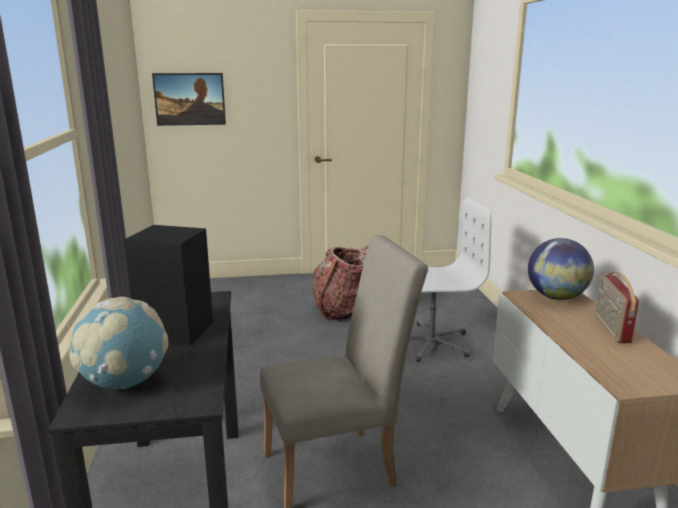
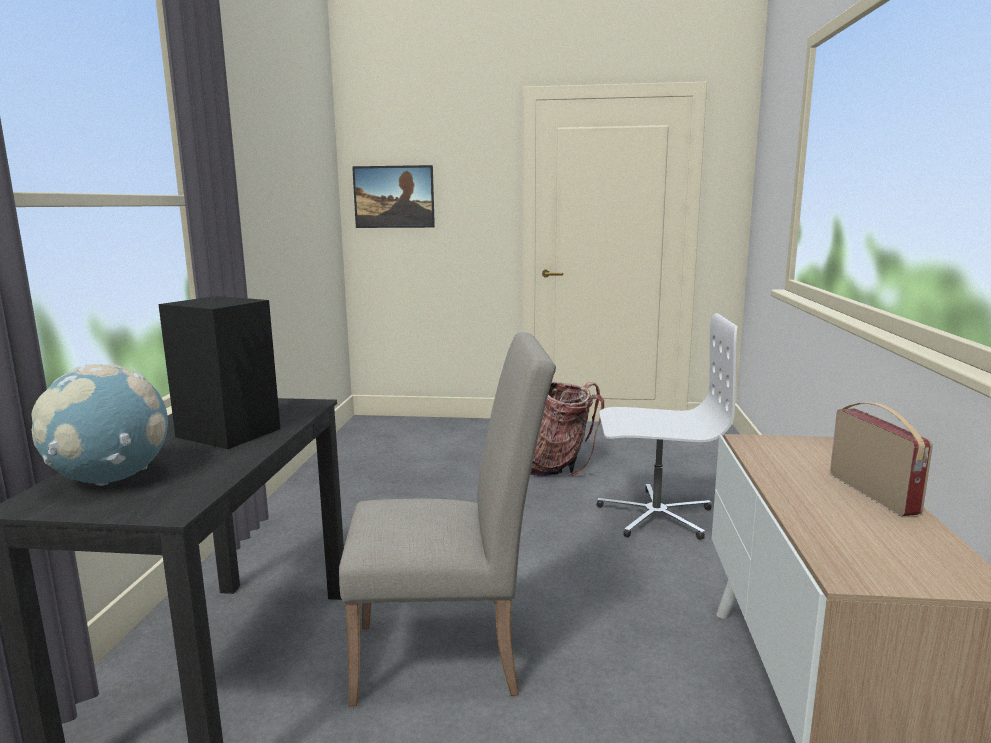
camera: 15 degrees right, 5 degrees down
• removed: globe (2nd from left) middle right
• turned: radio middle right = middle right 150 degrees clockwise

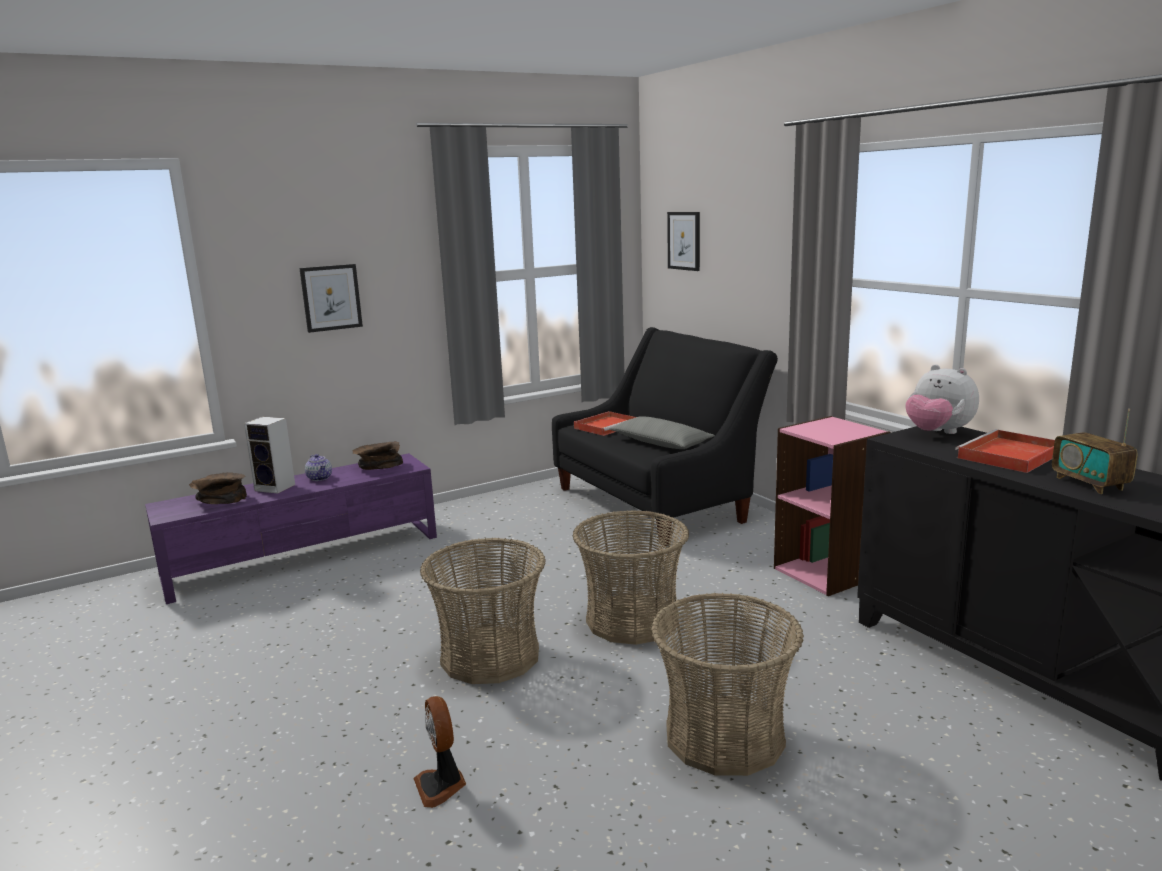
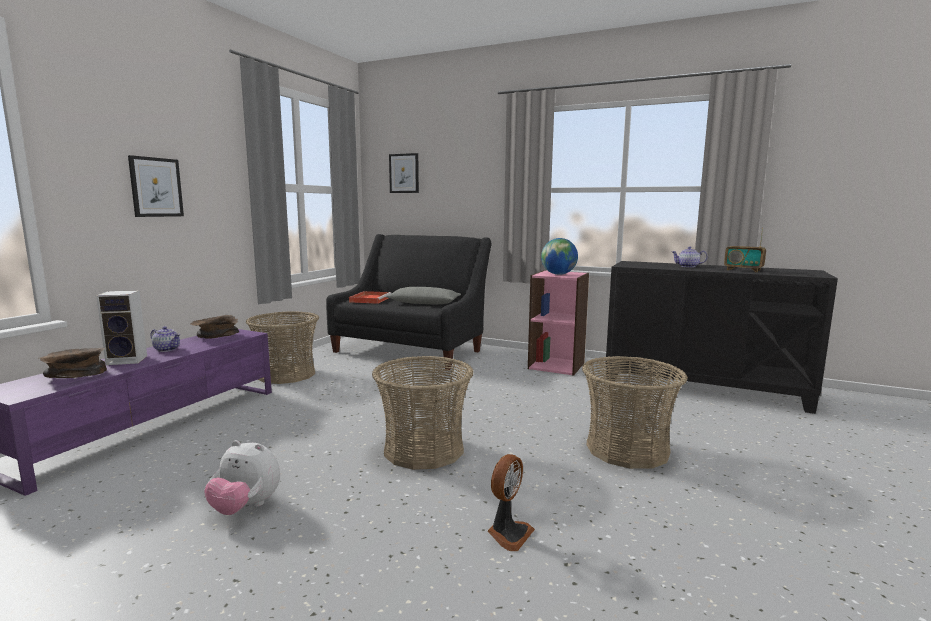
camera: 35 degrees left, 5 degrees down
• turned: fan bottom centre = bottom centre 90 degrees counterclockwise
• moved: basket (2nd from left in the first image) centre to basket (1st from left) middle left
• moved: plush toy middle right to bottom left
• replaced: red tray (2nd from left) middle right to teapot (2nd from left) middle right
• added: globe centre

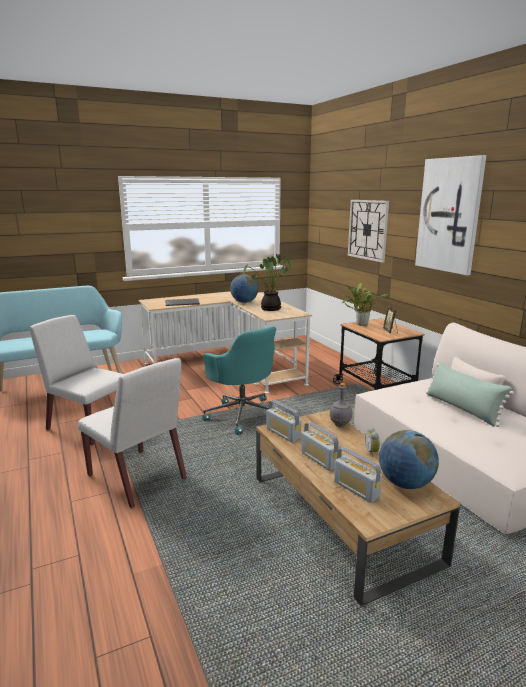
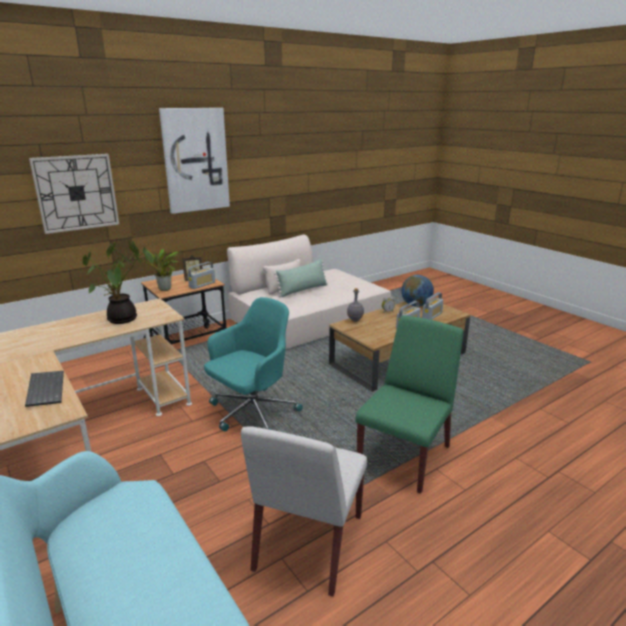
camera: 100 degrees left, 5 degrees up
• recoloured: white chair (2nd from left) middle left to green chair centre
• removed: globe (1st from left) centre
• moved: radio (1st from left) centre to middle left

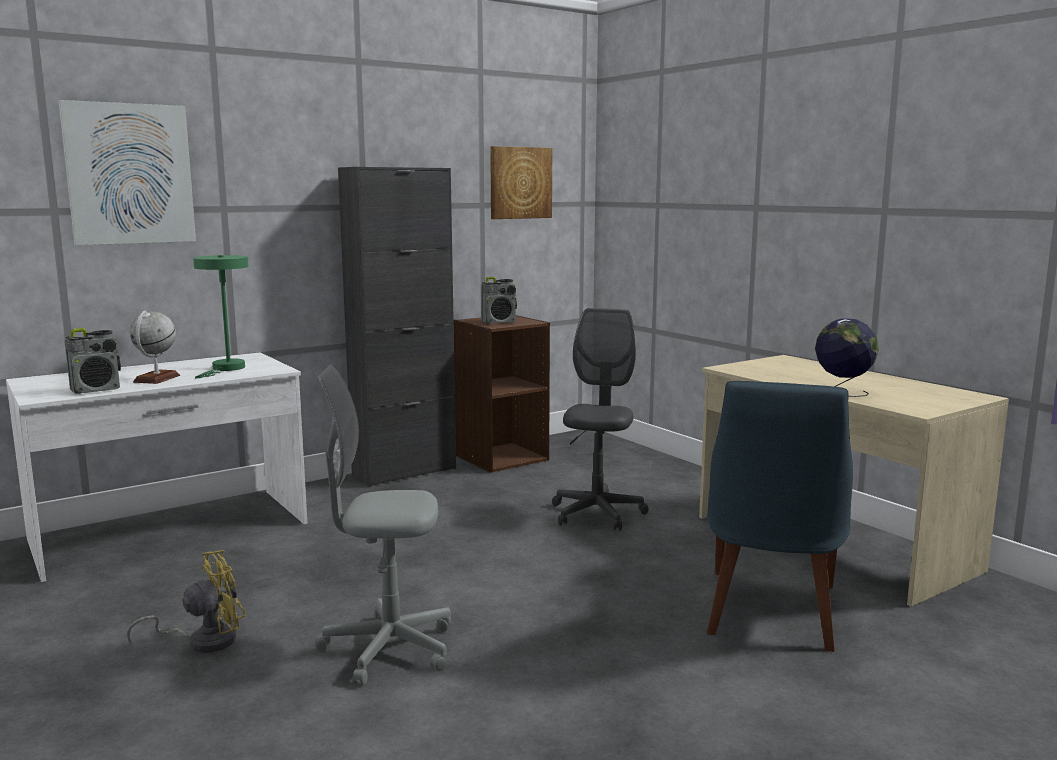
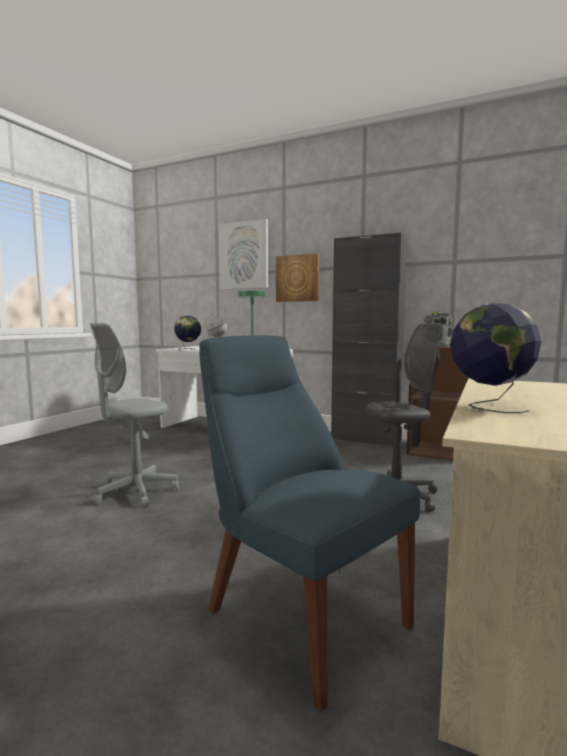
camera: 60 degrees right, 5 degrees down
• replaced: radio (1st from left) middle left to globe (1st from left) middle left
• removed: yellow fan bottom left
• turned: grey office chair (1st from left) bottom centre = middle left 105 degrees counterclockwise
• moved: picture (2nd from left) top centre to centre
• turned: blue chair bottom right = bottom centre 60 degrees clockwise

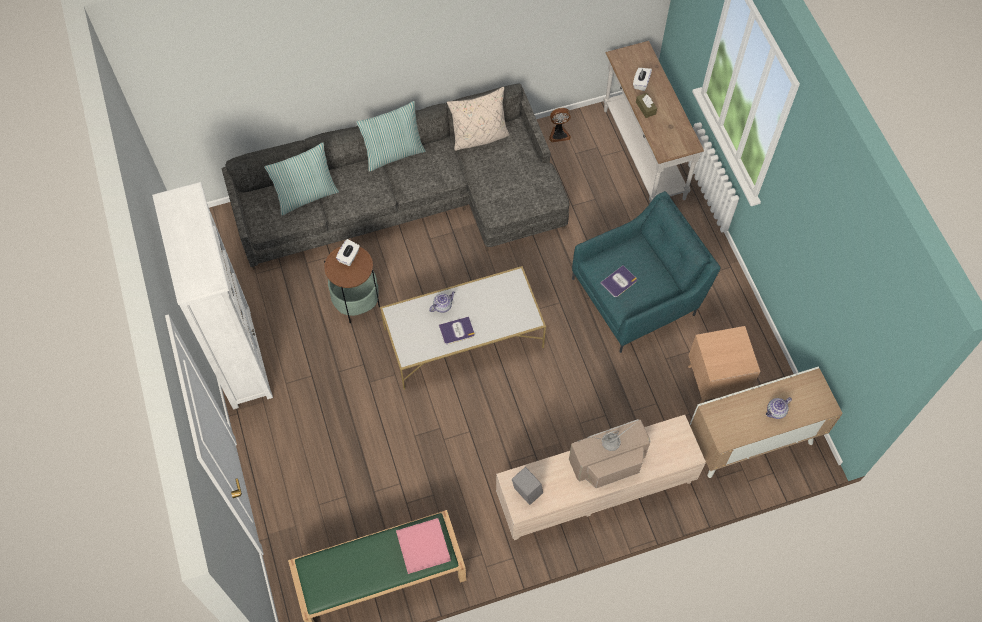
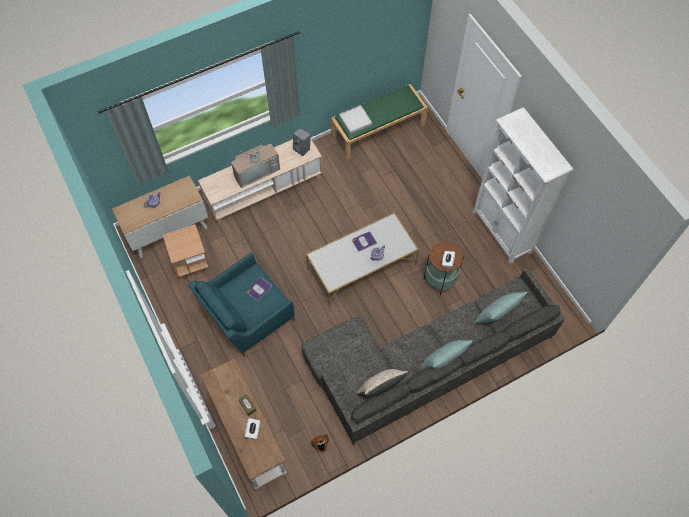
camera: 170 degrees right, 0 degrees up
• recoloured: pink tray bottom centre to white tray top centre

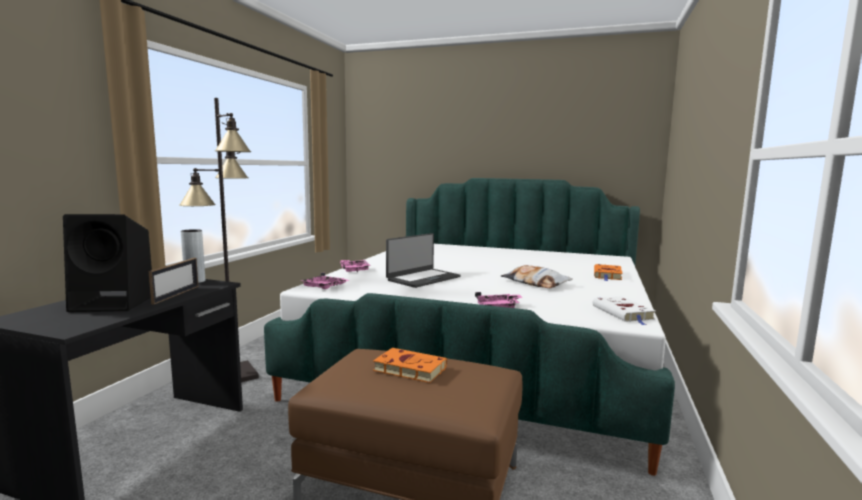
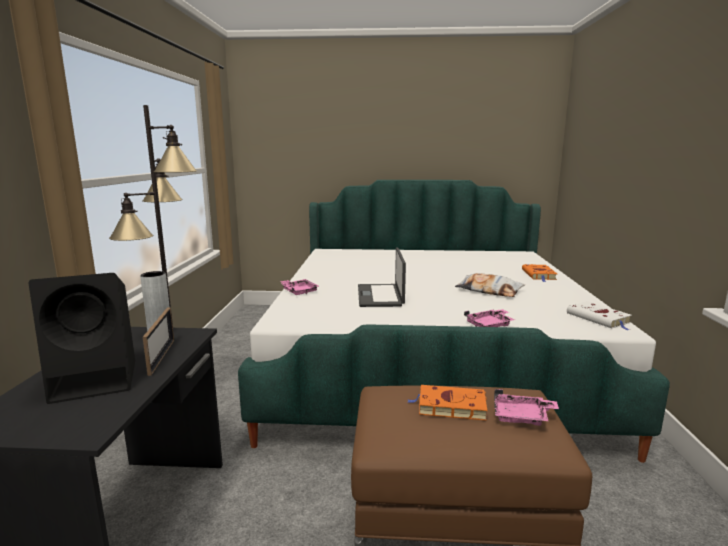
camera: 15 degrees left, 5 degrees up
• moved: pink tray (1st from left in the first image) centre to pink tray (3rd from left) bottom right
• turned: laptop centre = centre 150 degrees clockwise

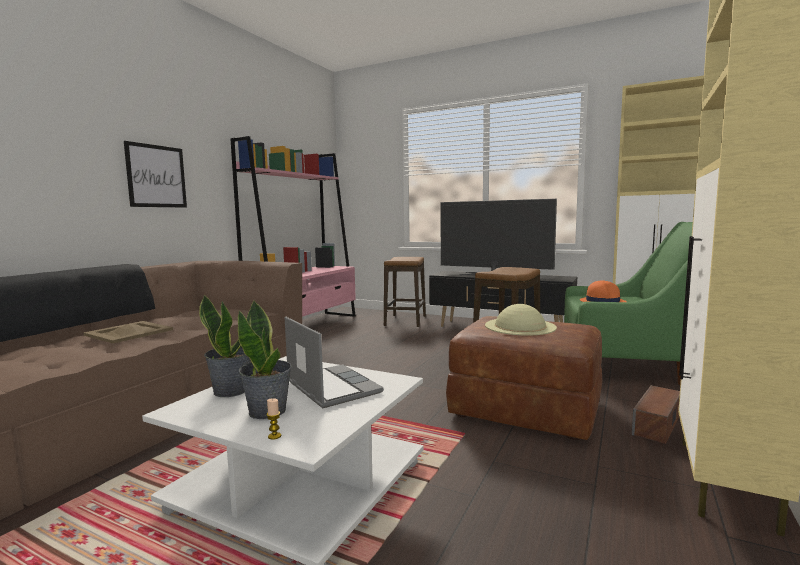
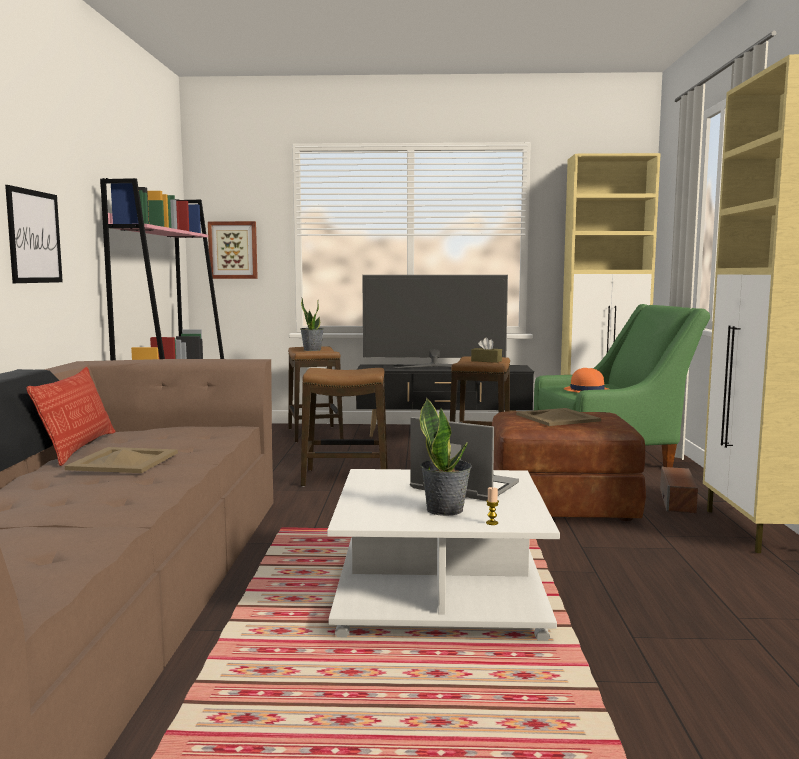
camera: 25 degrees left, 0 degrees up
• moved: potted plant (1st from left) middle left to centre
• replaced: beige hat centre to beige tray (2nd from left) middle right
• added: pillow middle left
• added: picture (2nd from left) top left
• added: stool (2nd from left) centre
• added: brown tissue box centre

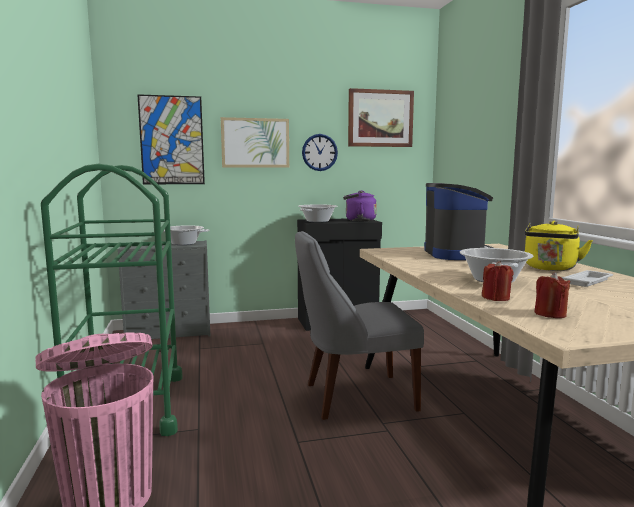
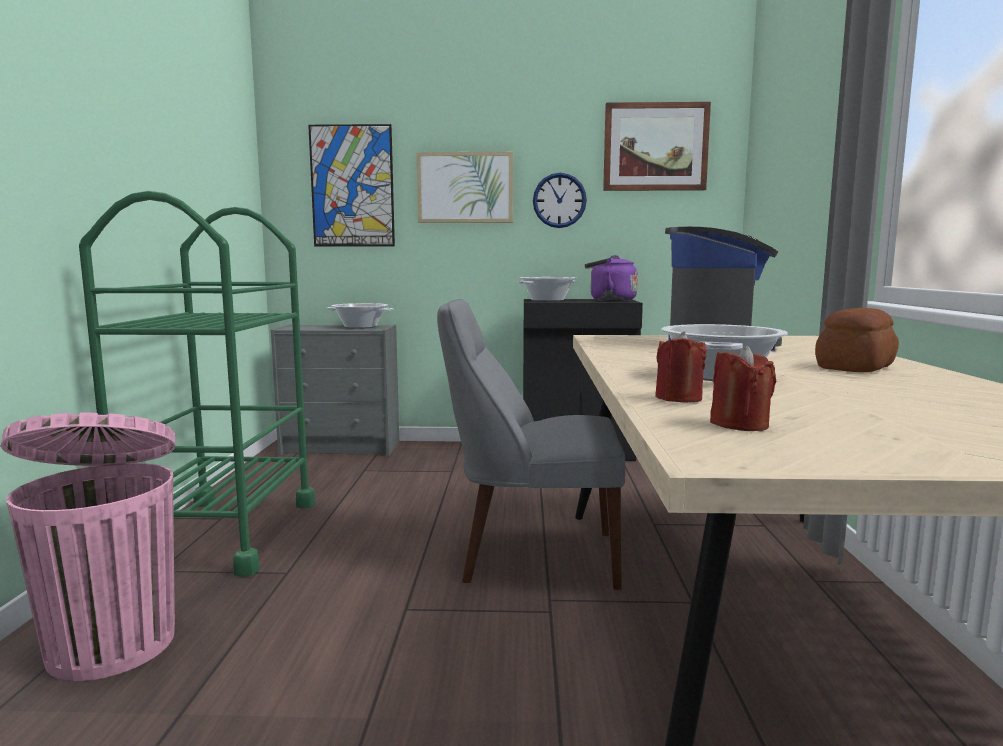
camera: 15 degrees right, 0 degrees up
• replaced: yellow kettle middle right to bread middle right
• removed: white tray middle right

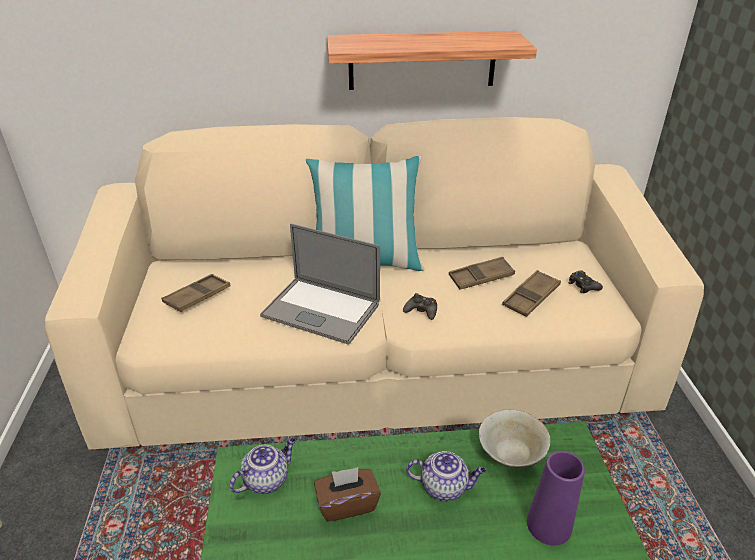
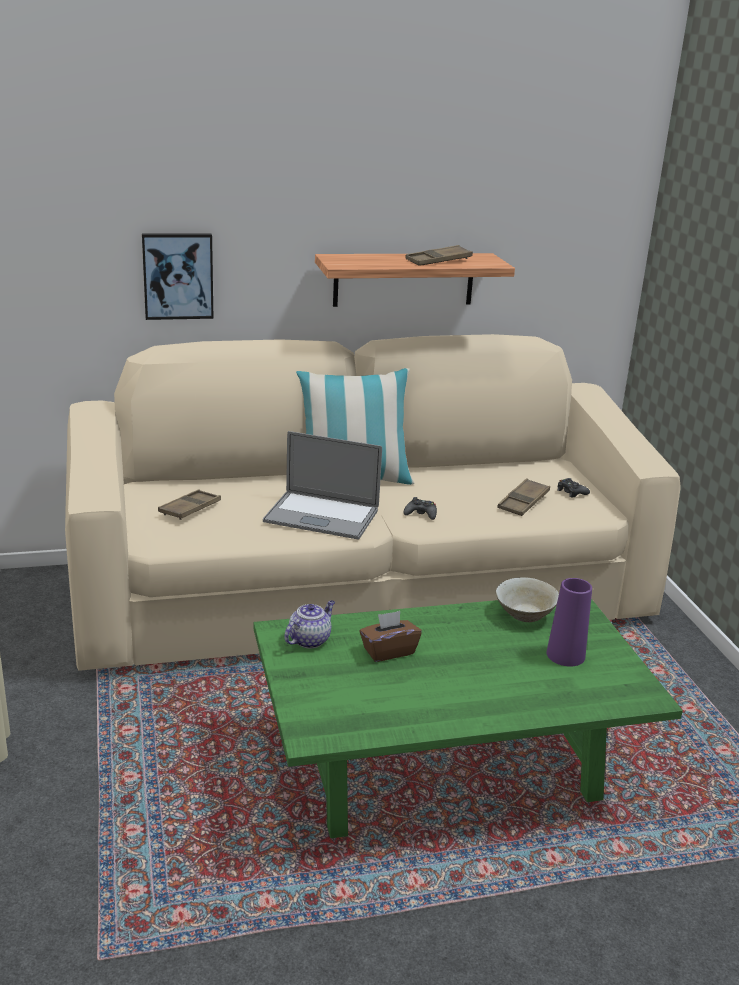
camera: 10 degrees left, 10 degrees down
• removed: teapot (2nd from left) bottom centre
• moved: brown tray (2nd from left) centre to top centre
• added: picture top left

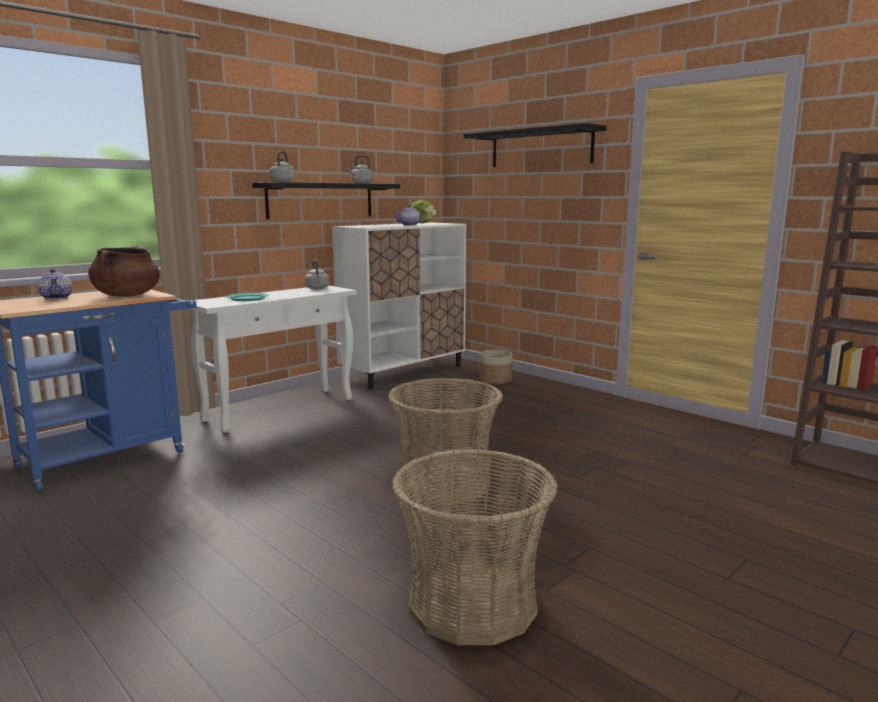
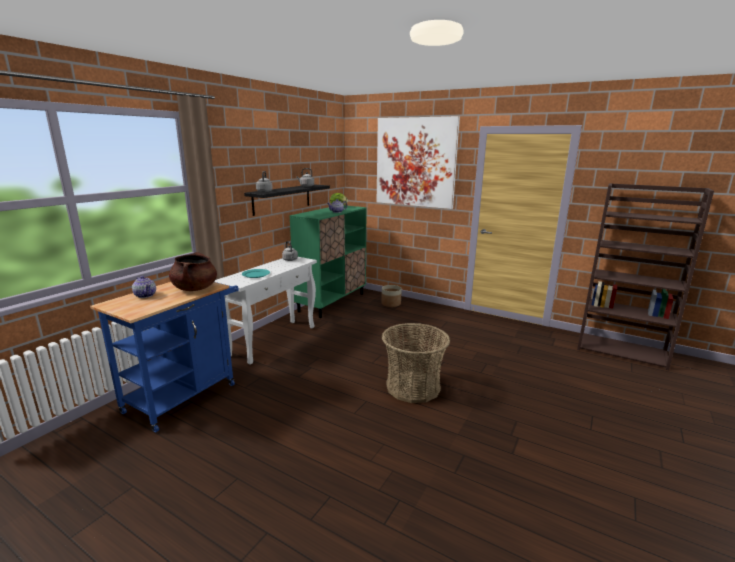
camera: 15 degrees left, 5 degrees up
• recoloured: white cabinet centre to green cabinet centre
• removed: basket (2nd from left) bottom centre
• replaced: black shelf (2nd from left) top centre to picture top centre

